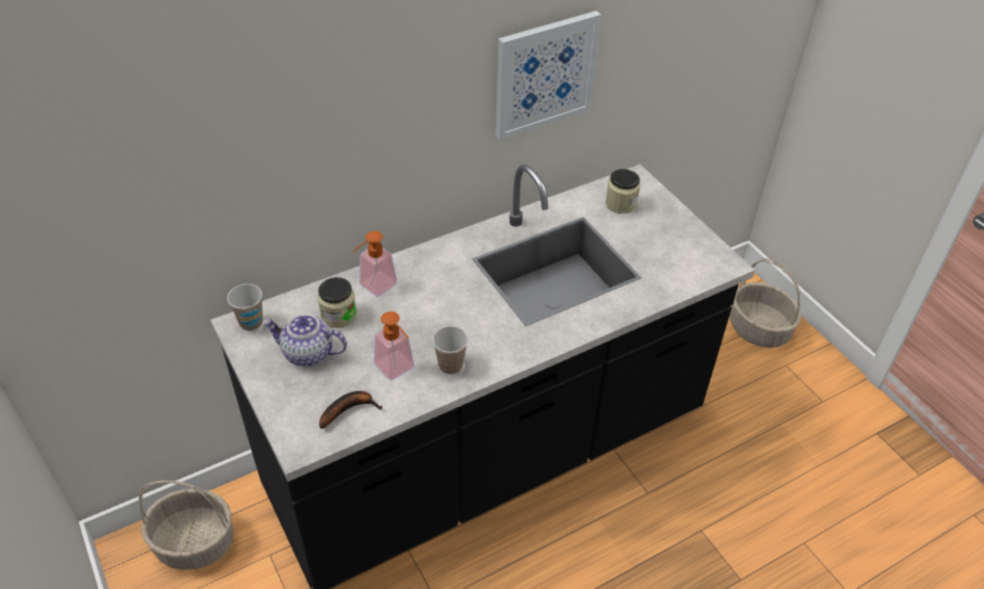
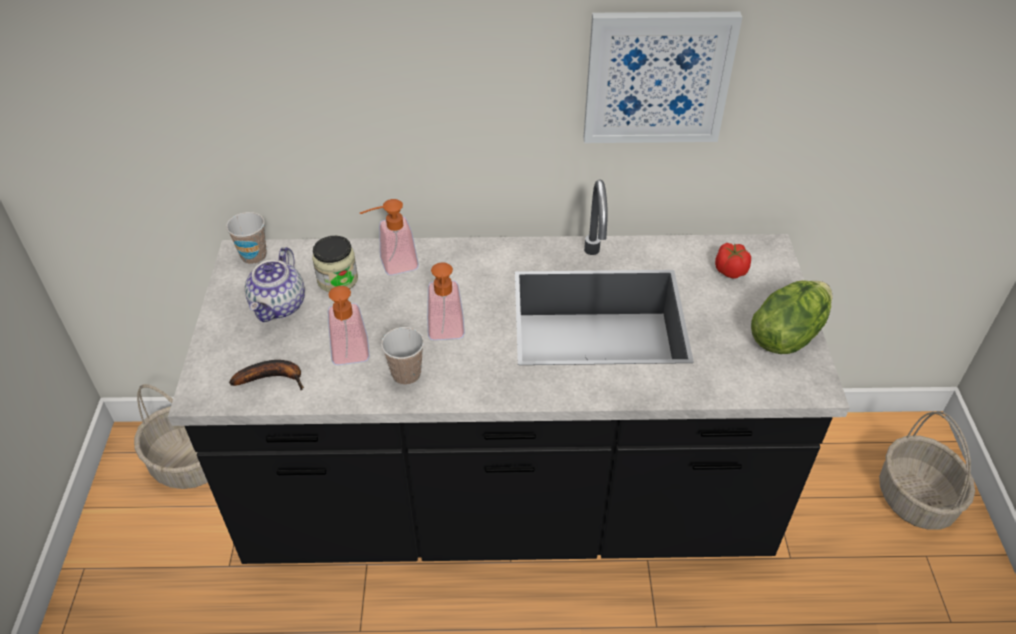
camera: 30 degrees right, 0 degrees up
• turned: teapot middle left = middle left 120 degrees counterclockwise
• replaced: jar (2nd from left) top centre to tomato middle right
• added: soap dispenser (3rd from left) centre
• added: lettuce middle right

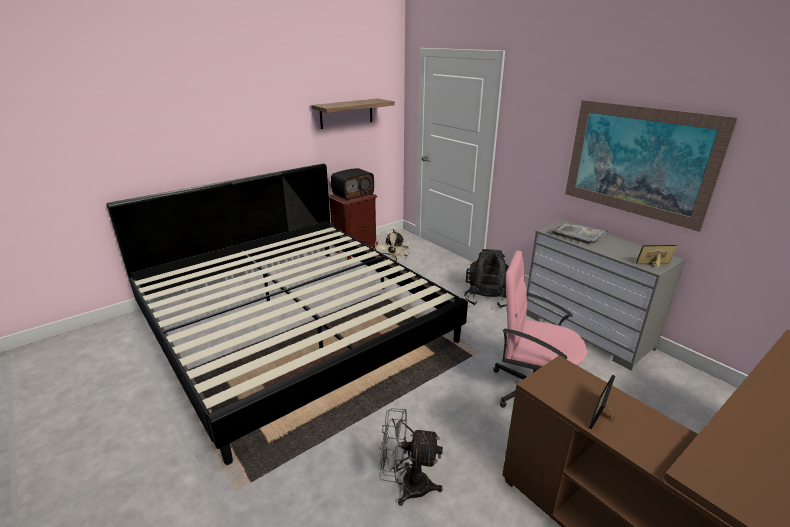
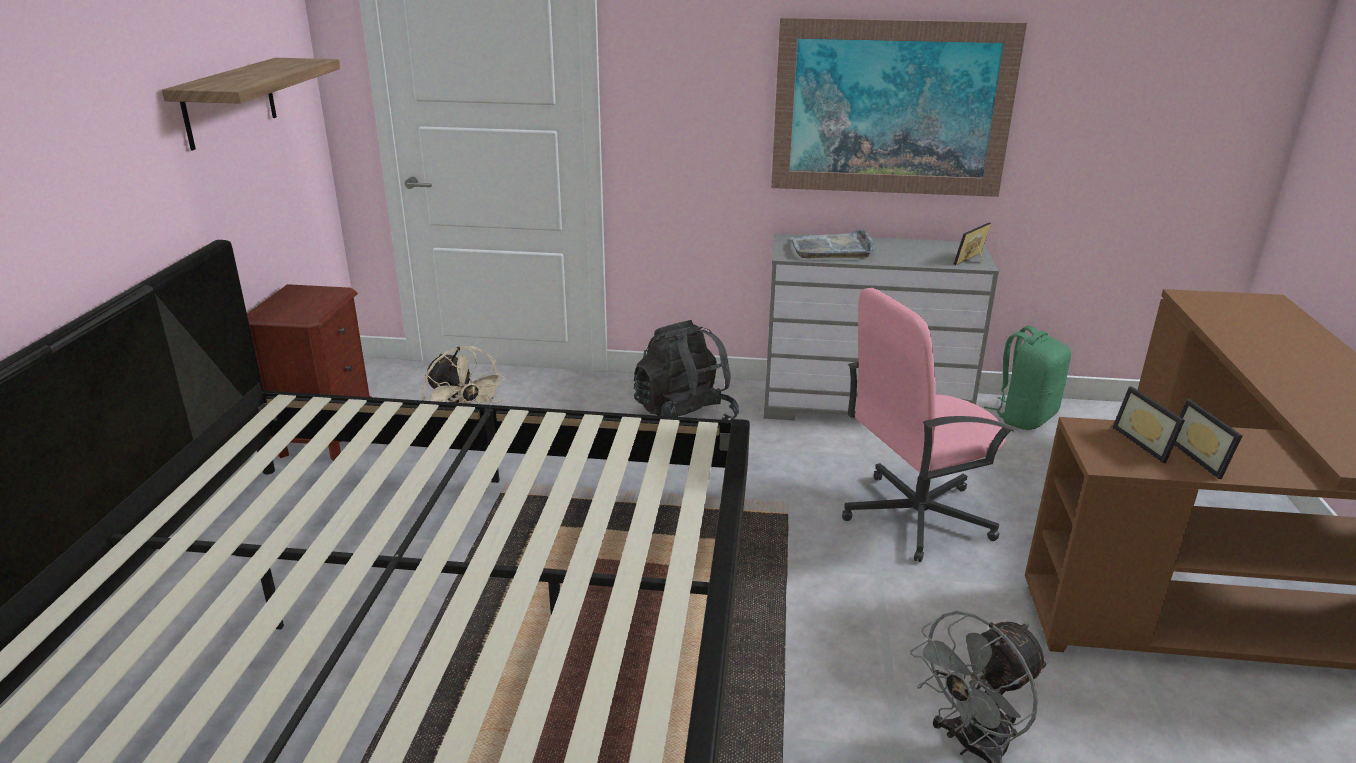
camera: 45 degrees left, 0 degrees up
• removed: radio centre
• added: green backpack middle right
• added: picture frame (2nd from left) middle right

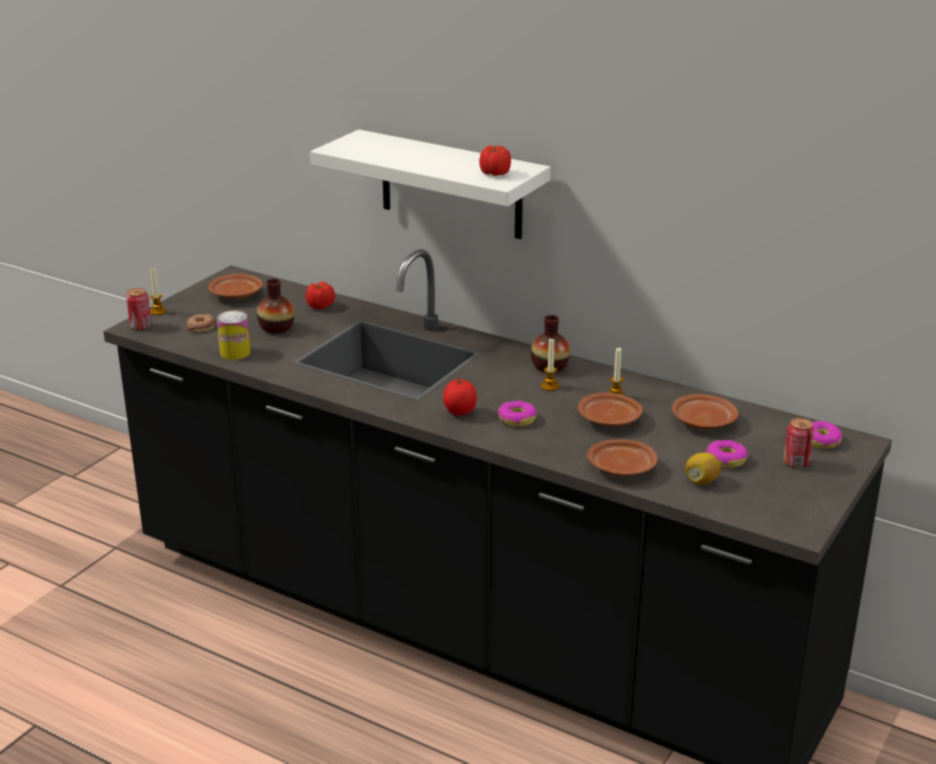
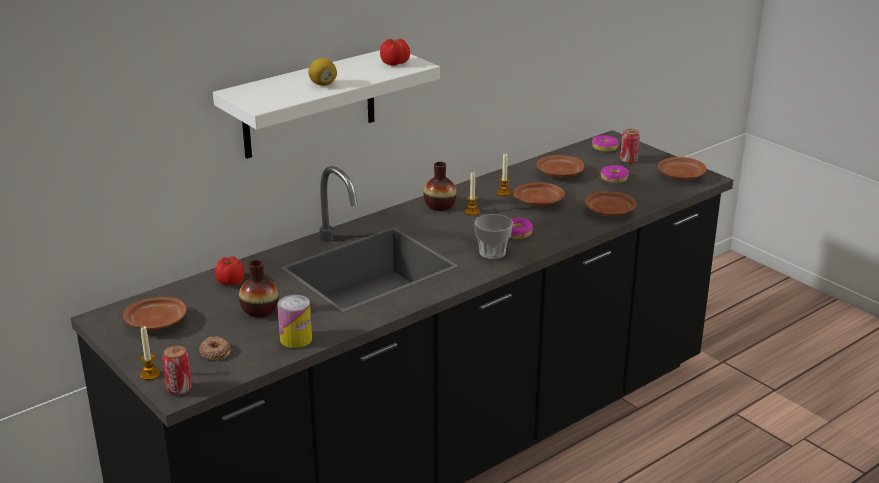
camera: 70 degrees left, 0 degrees up
• replaced: tomato (2nd from left) centre to cup centre
• moved: lemon middle right to top centre
• added: brown plate (5th from left) middle right

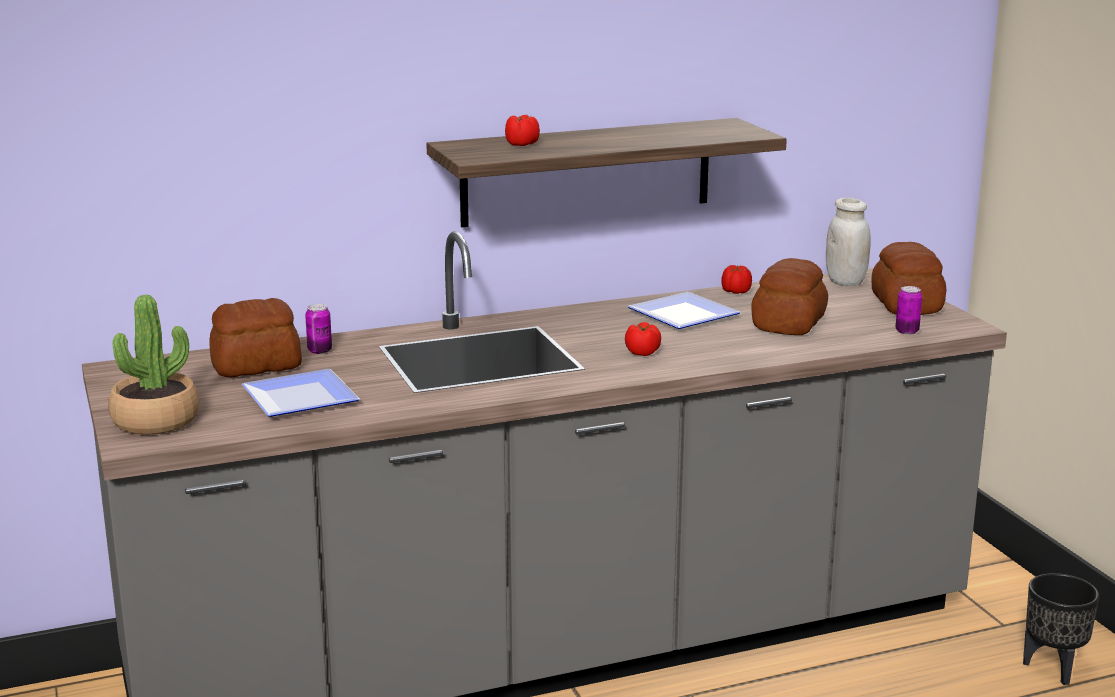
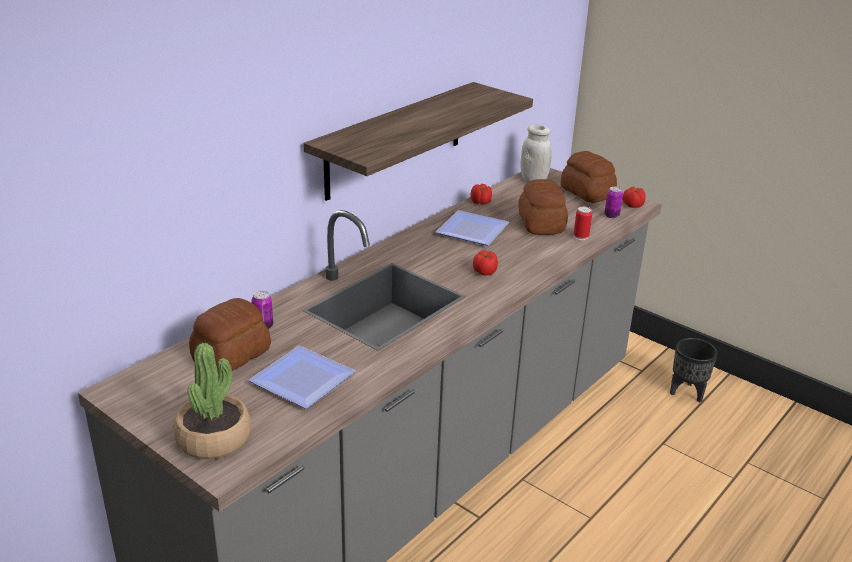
camera: 30 degrees left, 10 degrees up
• moved: tomato (1st from left in the first image) top centre to tomato (3rd from left) middle right
• added: can (2nd from left) middle right

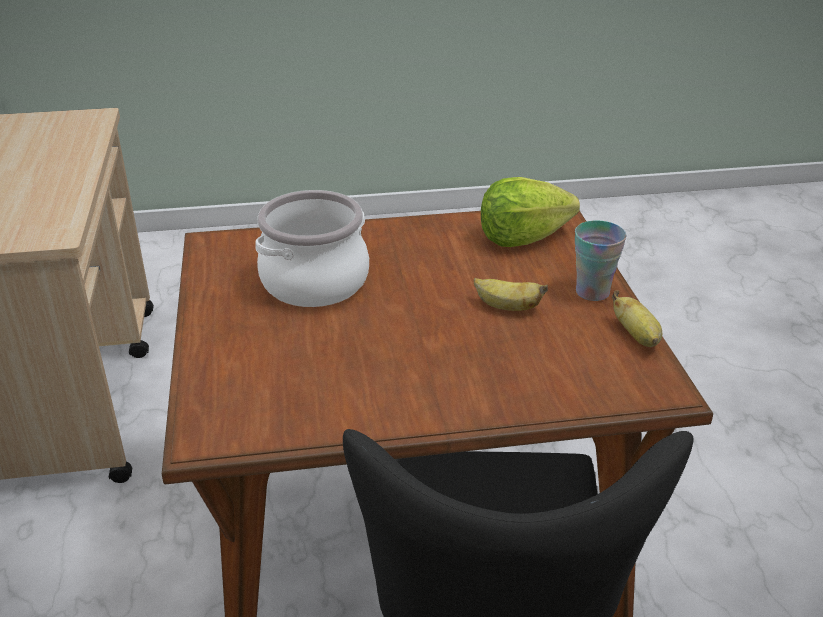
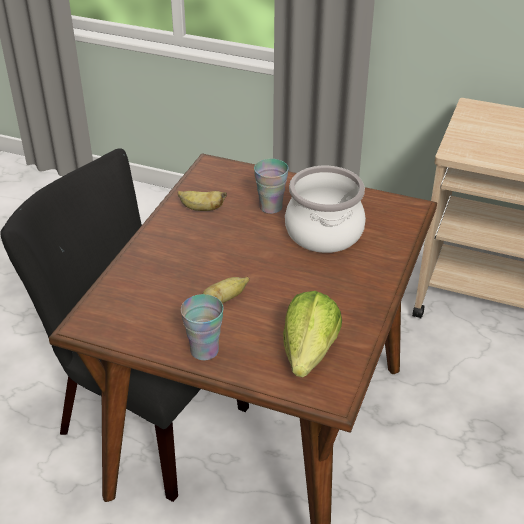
camera: 120 degrees right, 5 degrees up
• moved: banana (2nd from left in the first image) middle right to banana (1st from left) centre
• added: cup (2nd from left) centre

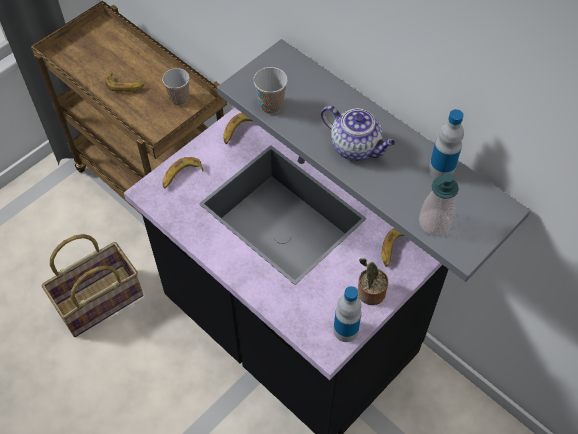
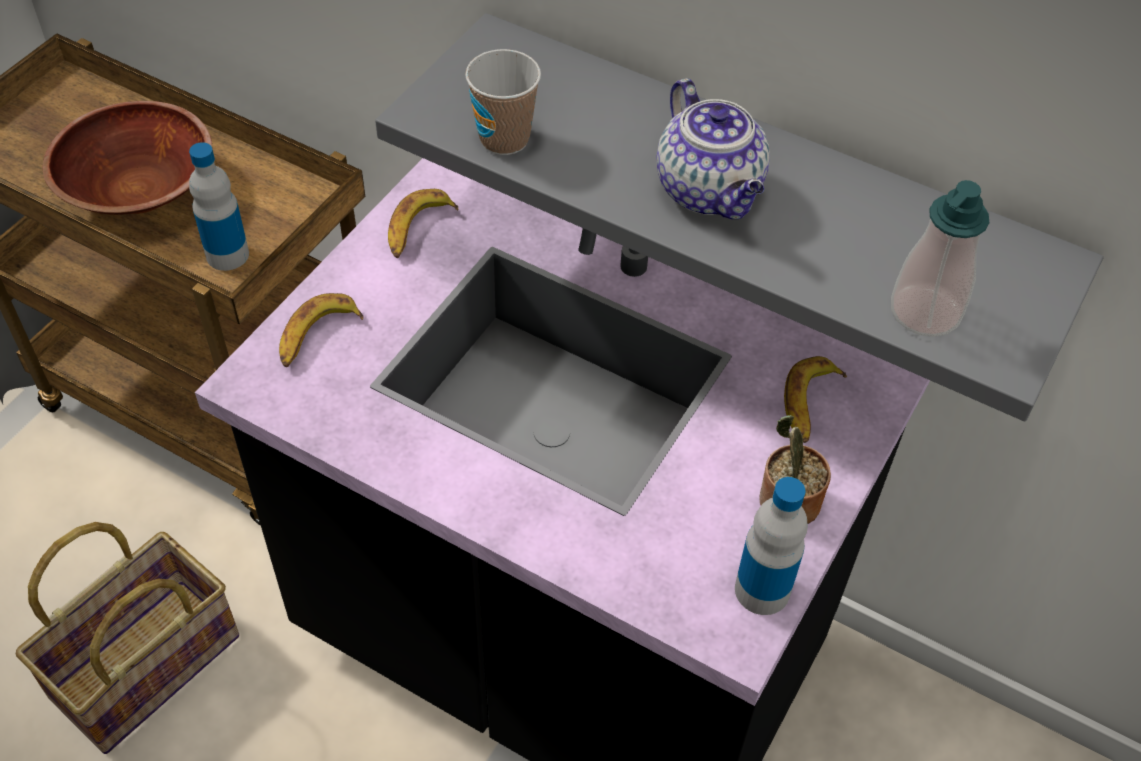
camera: 15 degrees left, 5 degrees down
• replaced: banana (1st from left) top left to brown bowl top left
• removed: cup (1st from left) top left
• turned: teapot top centre = top centre 45 degrees clockwise
• moved: bottle (2nd from left in the first image) top right to bottle (1st from left) top left

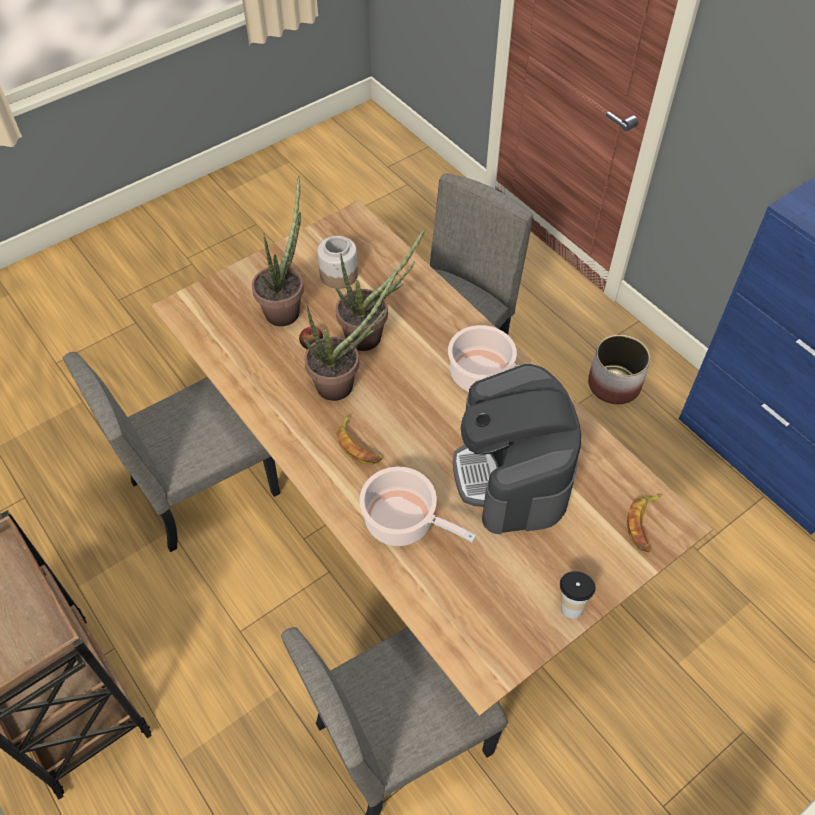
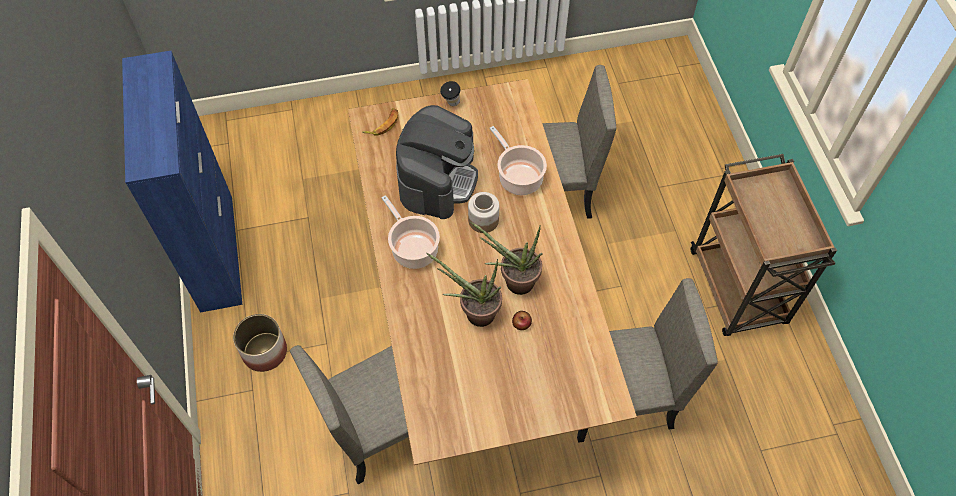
camera: 155 degrees left, 5 degrees up
• removed: potted plant (1st from left) top centre
• moved: jar top centre to centre
• removed: banana (1st from left) centre

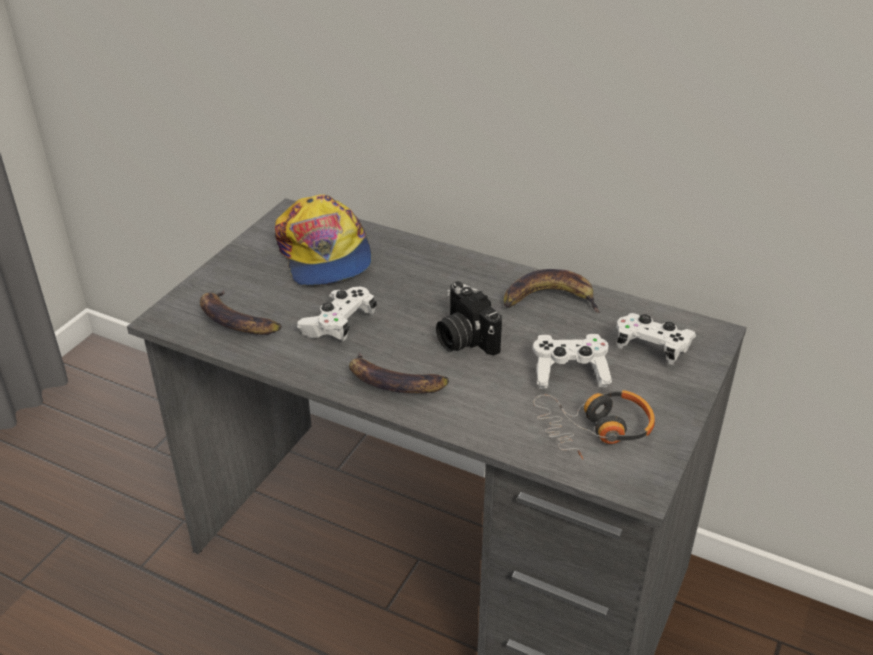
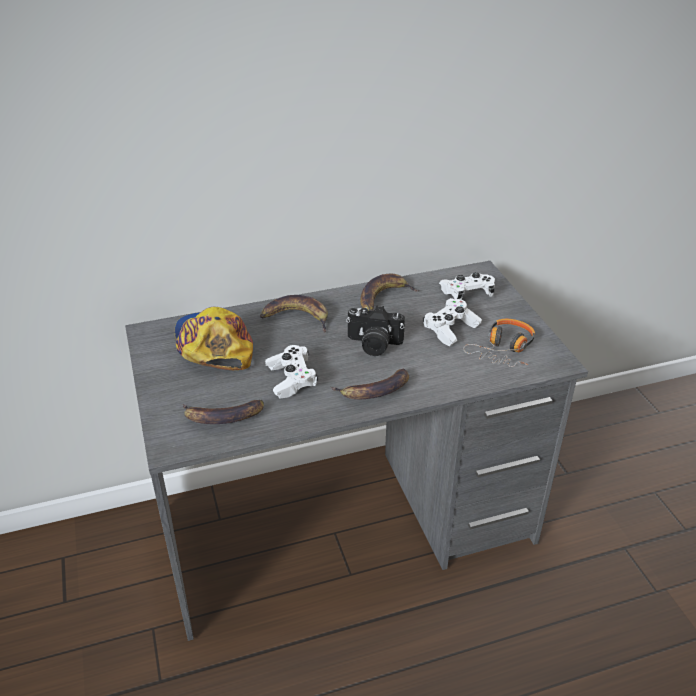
camera: 45 degrees left, 0 degrees up
• turned: cap centre = middle left 135 degrees counterclockwise
• added: banana (2nd from left) centre

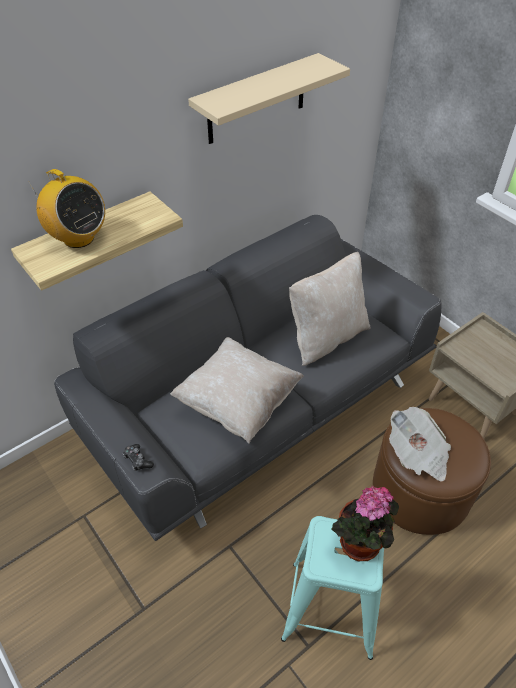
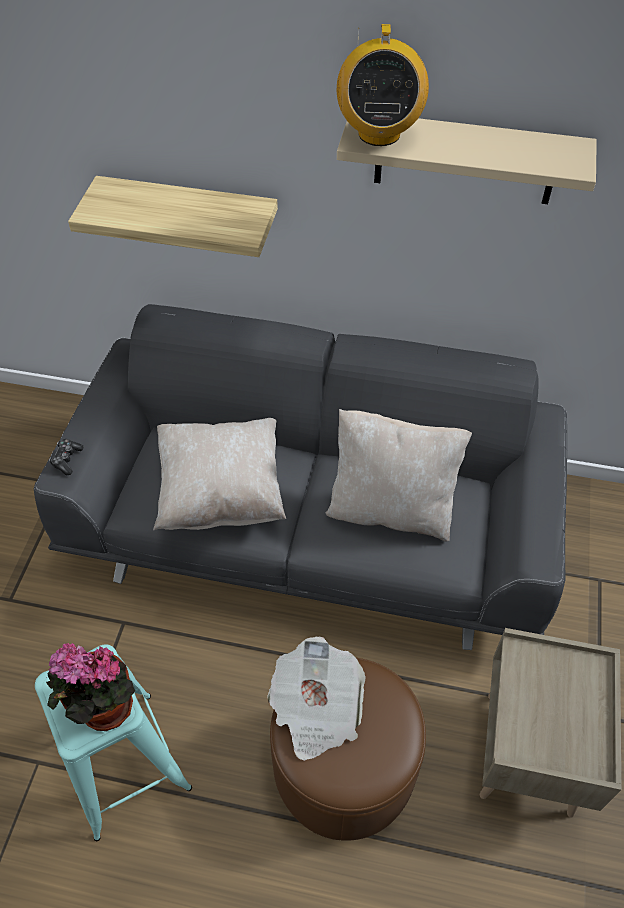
camera: 50 degrees right, 5 degrees up
• moved: radio top left to top centre

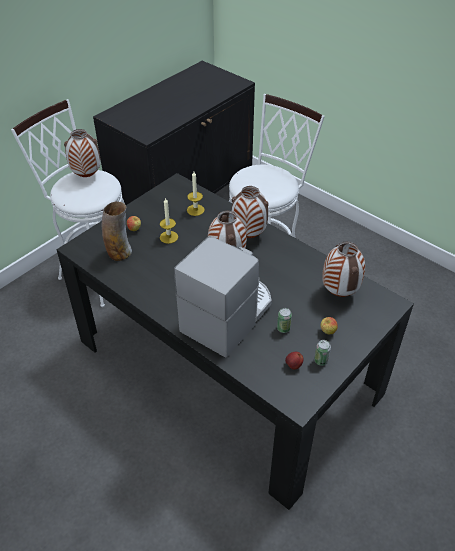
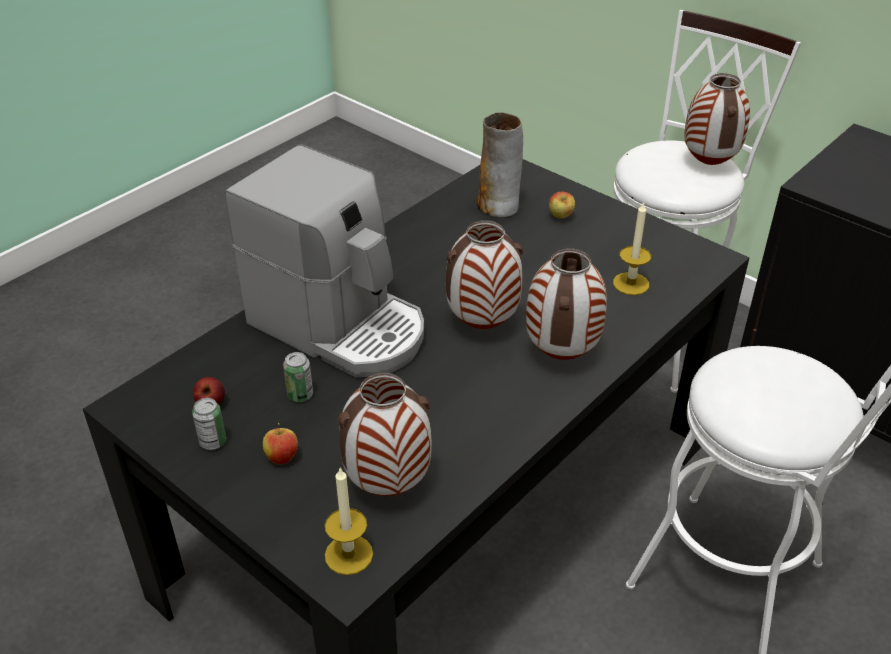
camera: 90 degrees right, 5 degrees down
• moved: candle (1st from left) centre to bottom centre

